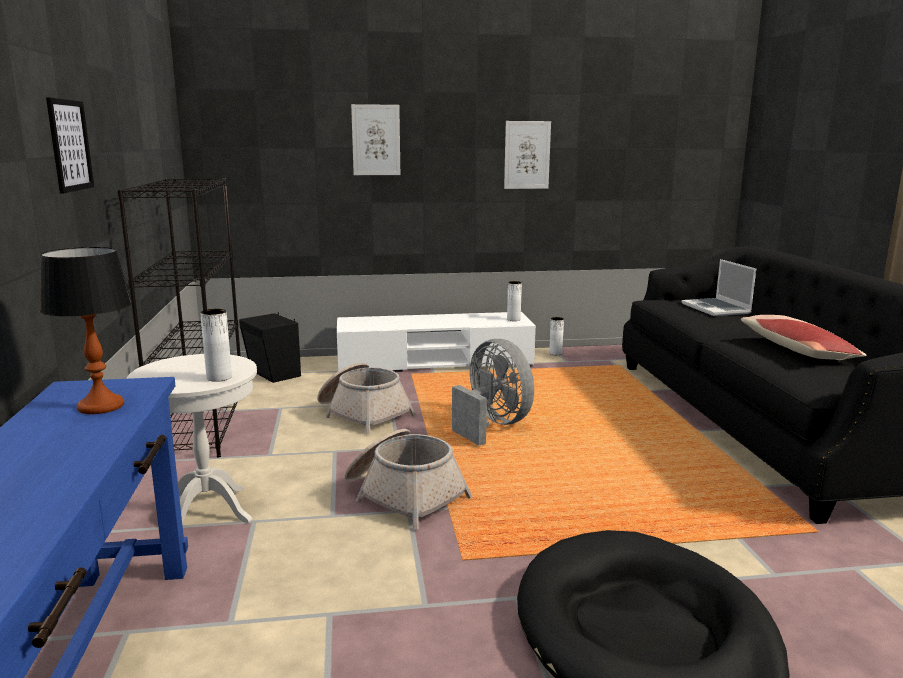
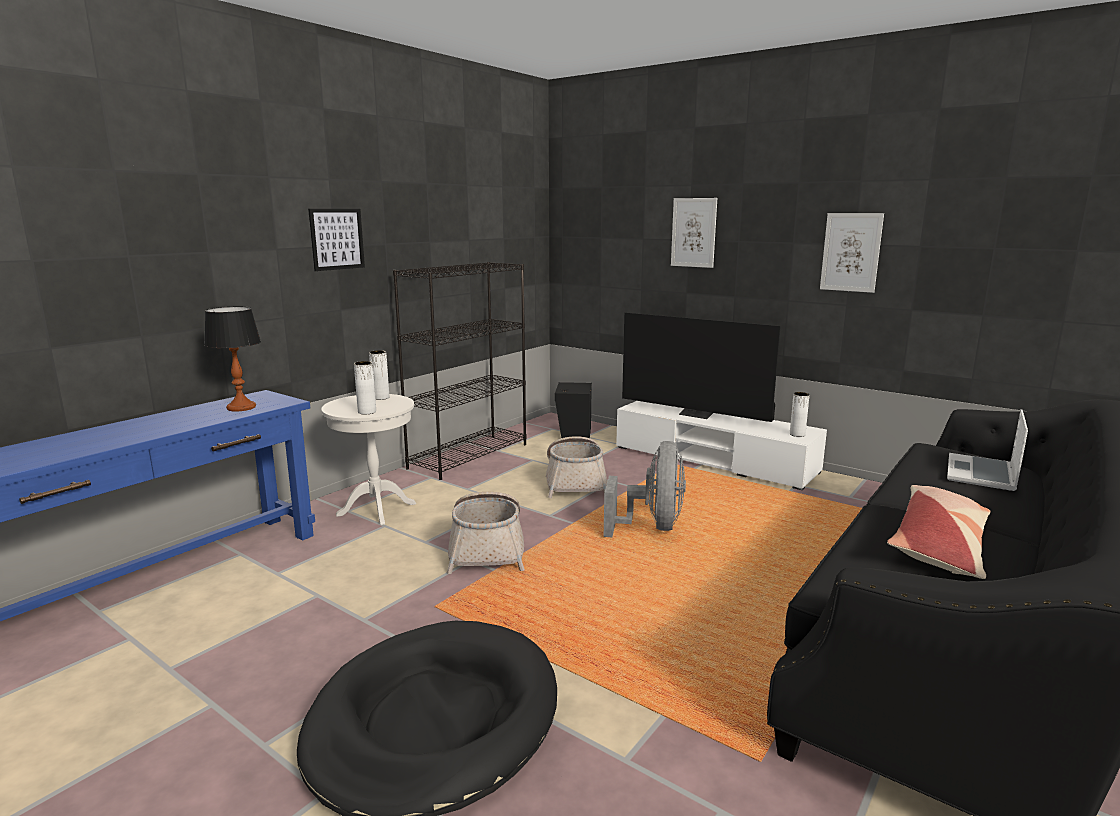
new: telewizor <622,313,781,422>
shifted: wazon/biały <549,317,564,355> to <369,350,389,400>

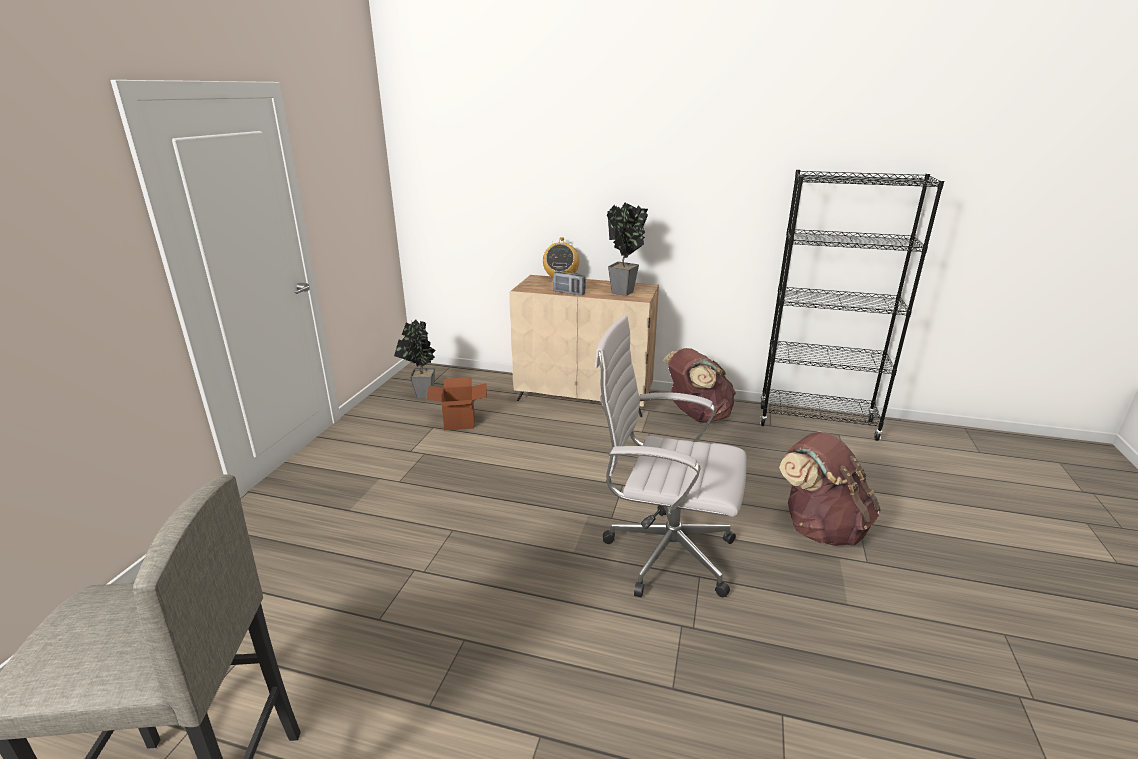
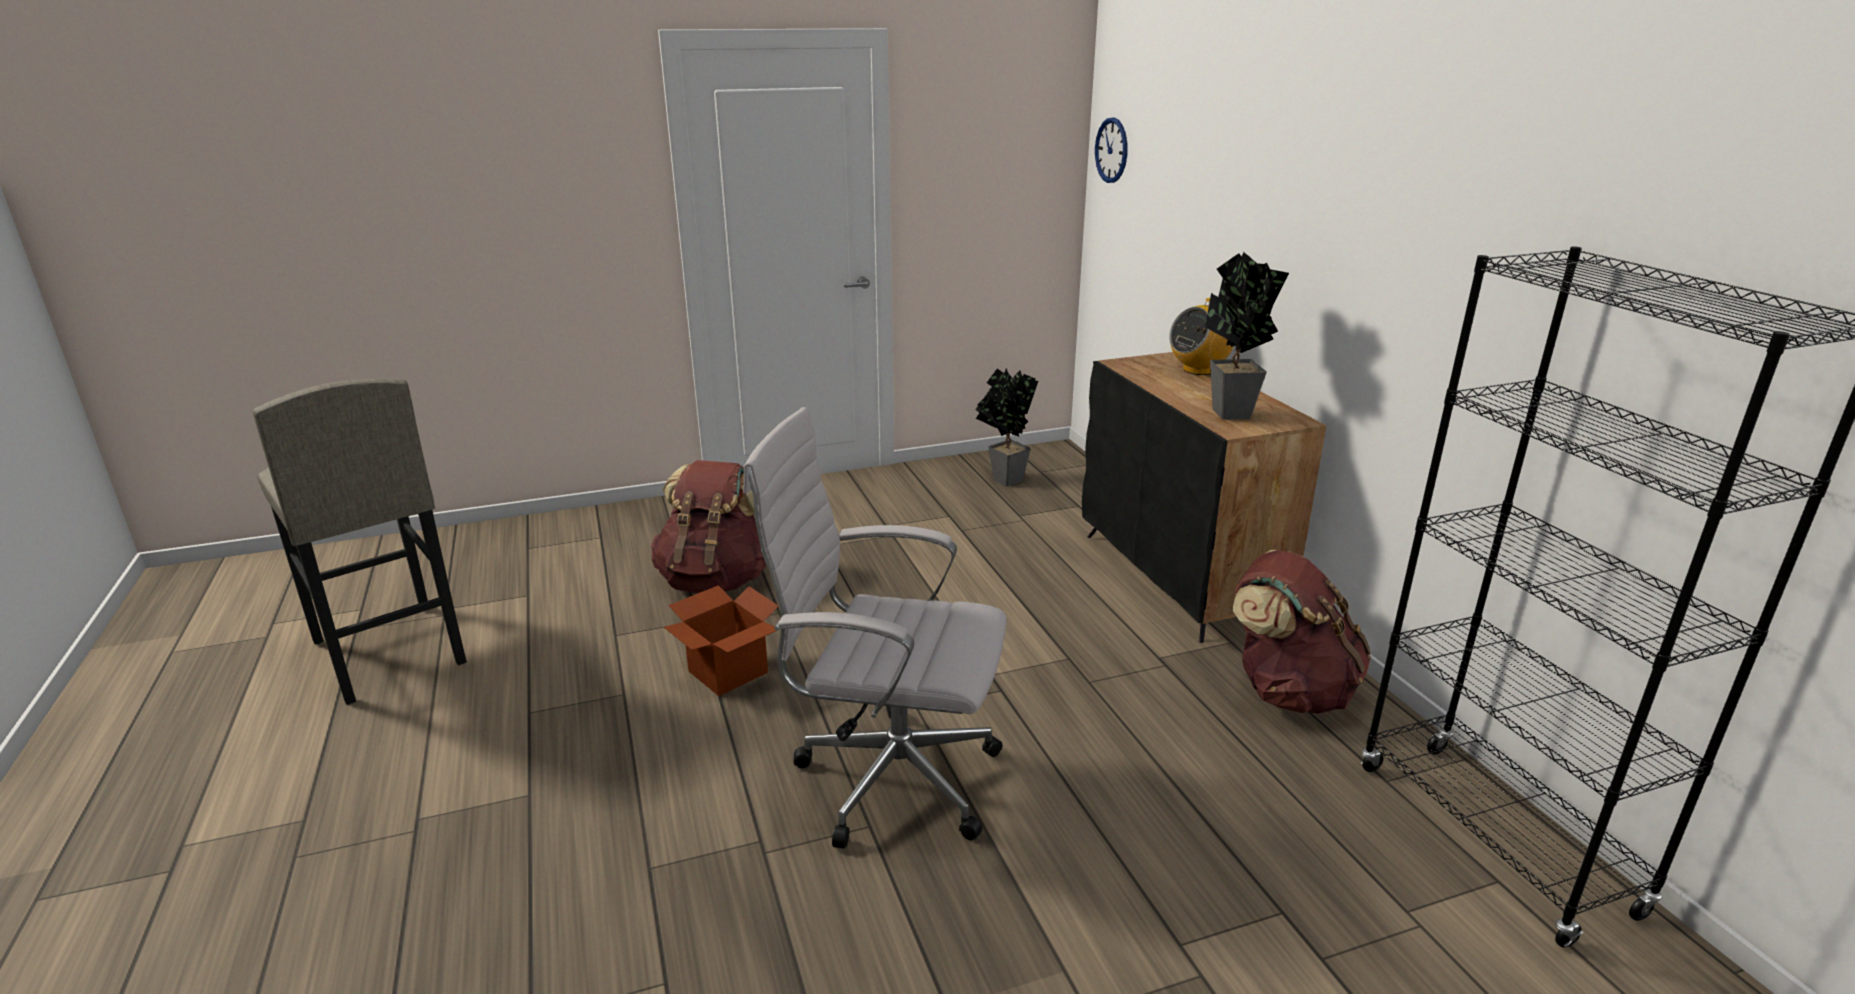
gone: radio <553,271,586,295>
new: zegar ścienny <1095,117,1128,183>
shifted: plecak/brązowy <779,431,881,546> to <651,460,766,593>; karton <426,377,487,430> to <664,585,780,696>
repainted: szafka/beżowy <509,275,659,417> to szafka/czarny <1082,352,1326,643>
rotated: krzesło biurowe/biały <595,315,747,597> = <743,407,1007,849> 60 degrees counterclockwise

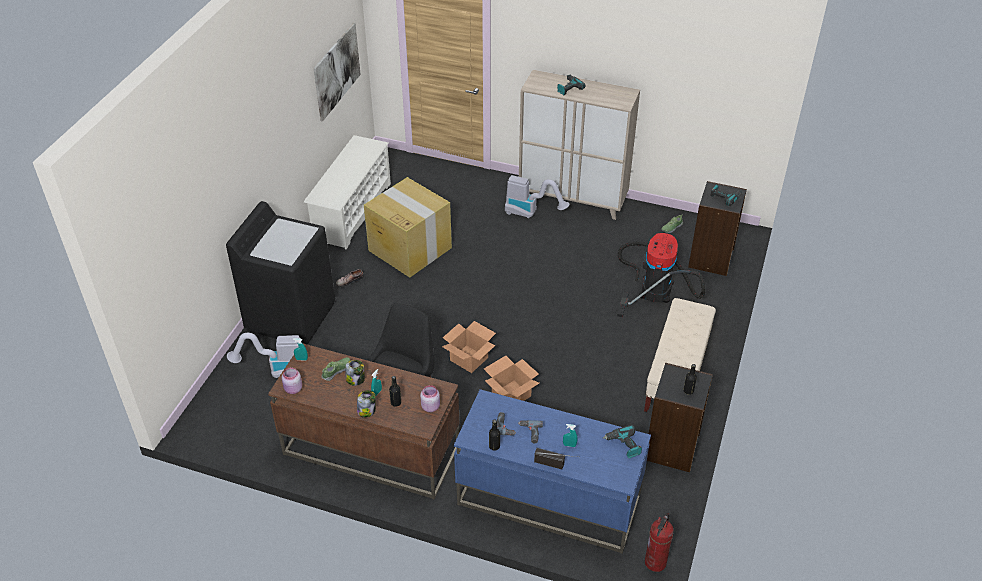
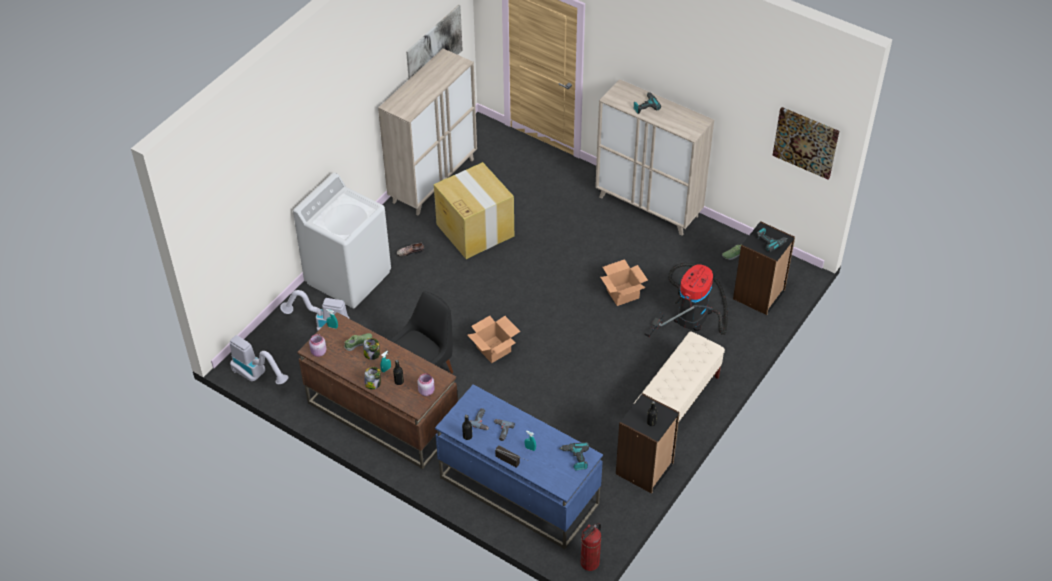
new: obraz <772,107,839,179>
shifted: odkurzacz <505,175,569,218> to <230,335,288,384>; karton <484,356,539,401> to <600,259,648,306>
swapped: regał na buty/biały <304,135,391,250> to szafka/beżowy <378,49,477,216>
repainted: pralka/czarny <226,201,335,345> to pralka/biały <293,172,391,308>

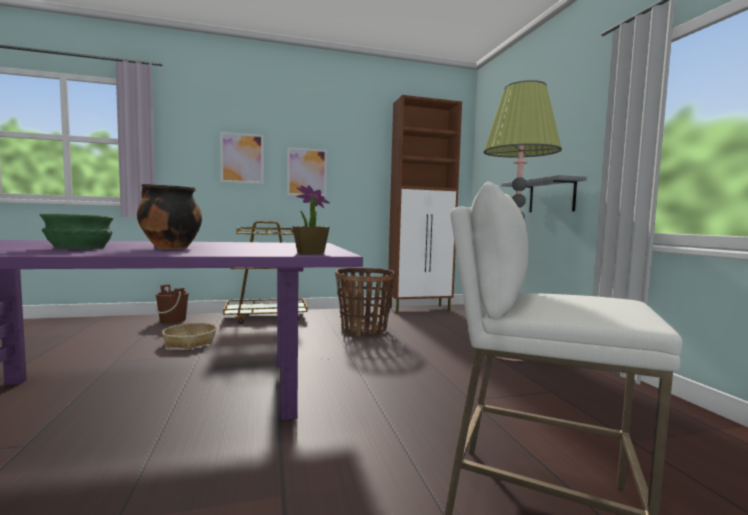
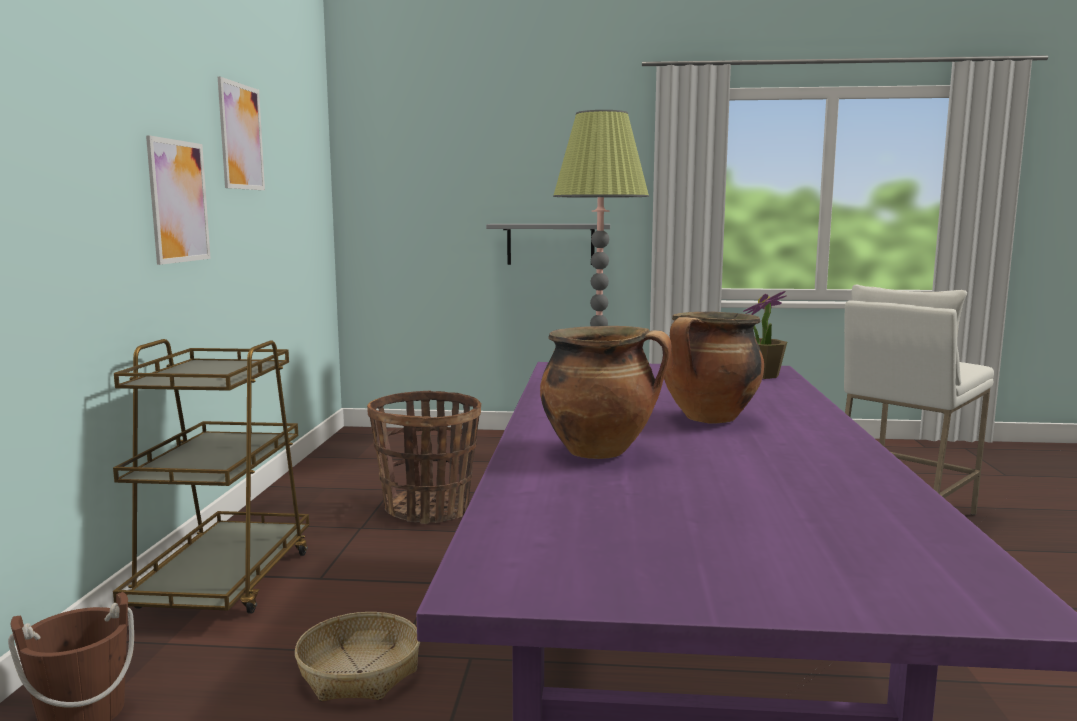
gone: miska/zielony <40,213,114,249>; szafka/brązowy <388,95,462,313>
new: garnek <540,326,672,459>
shifted: obraz <220,132,263,184> to <218,77,265,190>

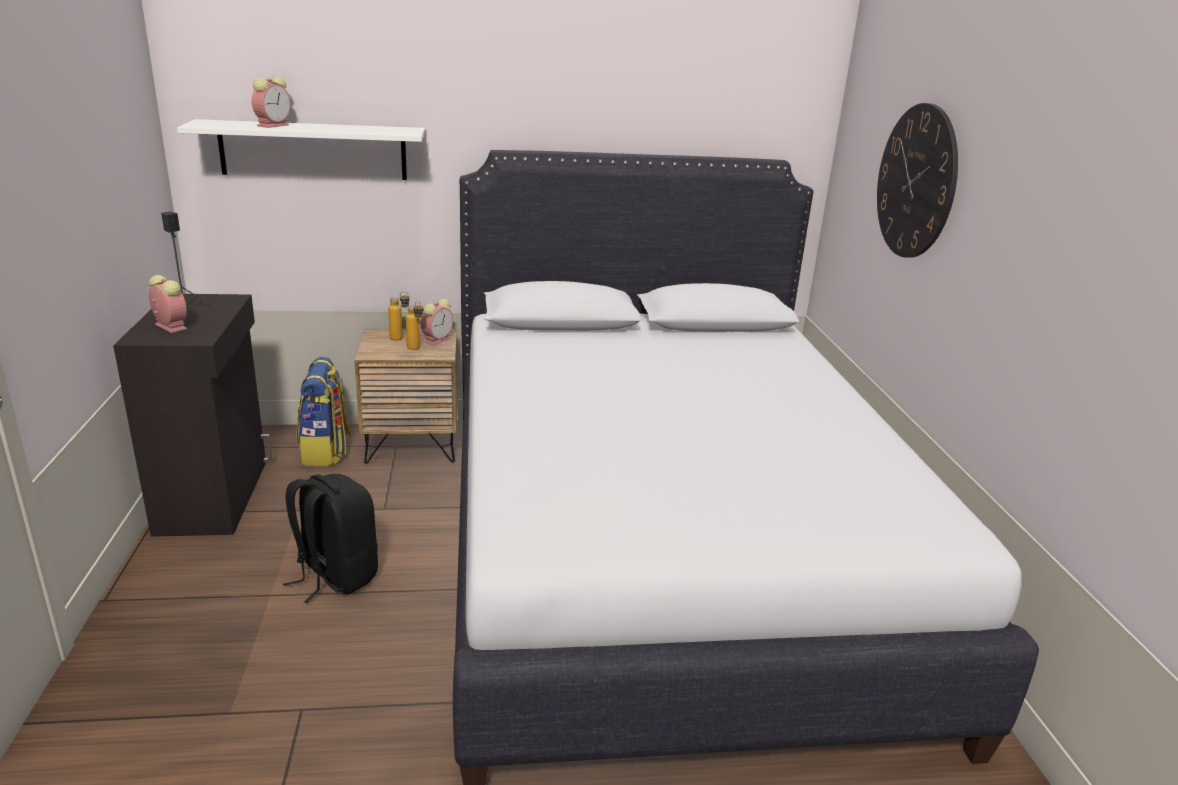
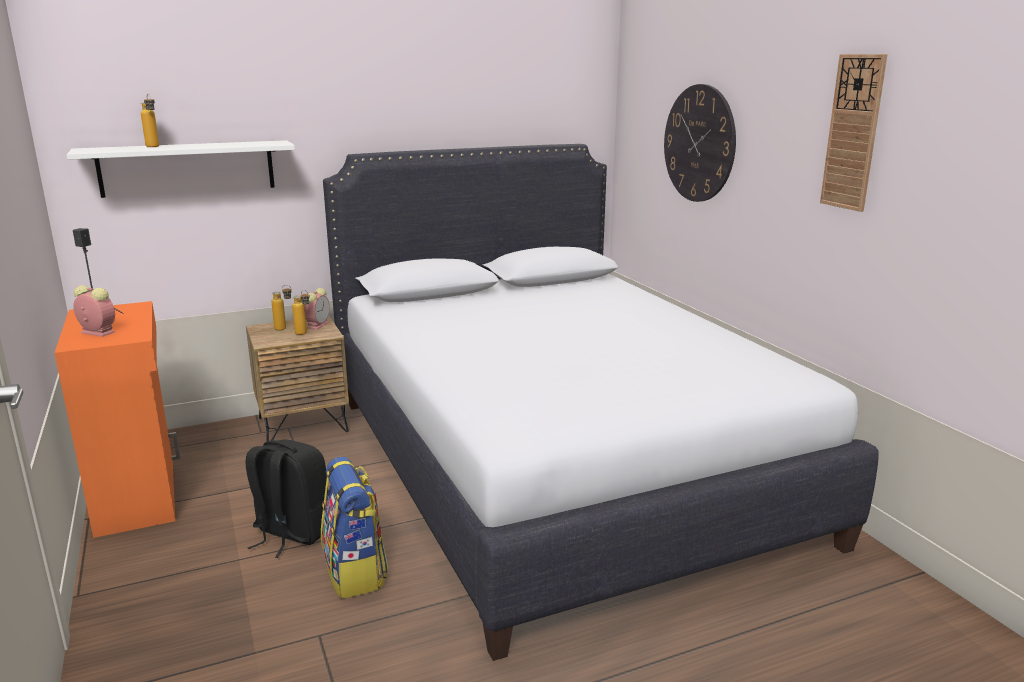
new: zegar ścienny <820,54,888,212>
shifted: plecak <297,357,351,466> to <321,457,389,599>
swapped: budzik <252,77,291,128> to butelka <141,93,159,147>
repainted: szafka/czarny <113,294,273,537> to szafka/pomarańczowy <55,301,180,538>

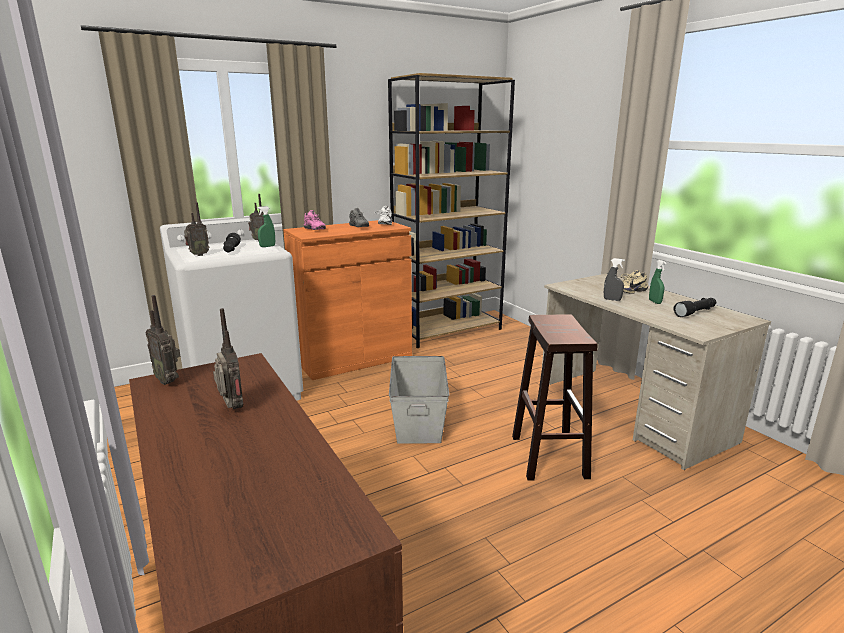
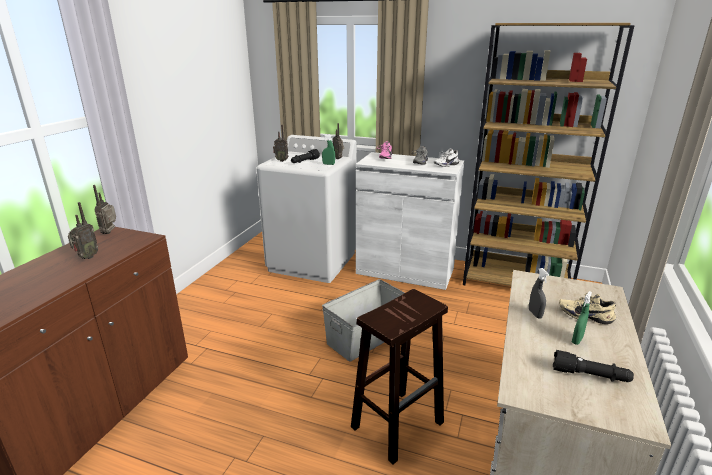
repainted: szafka/pomarańczowy <283,220,412,380> to szafka/biały <356,152,464,290>

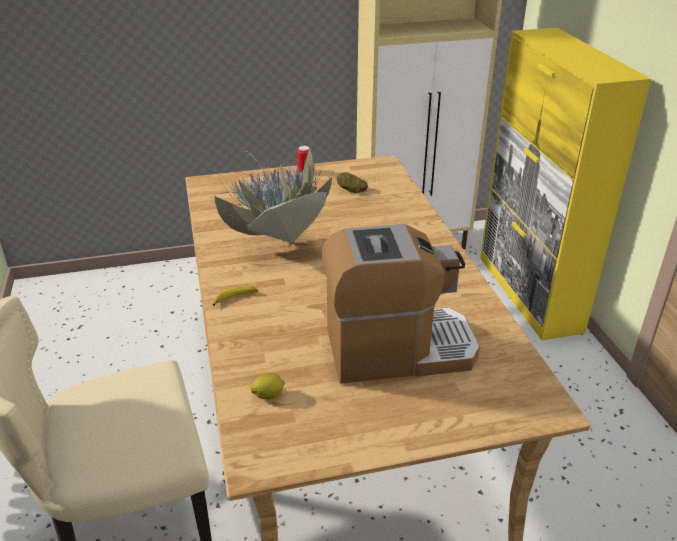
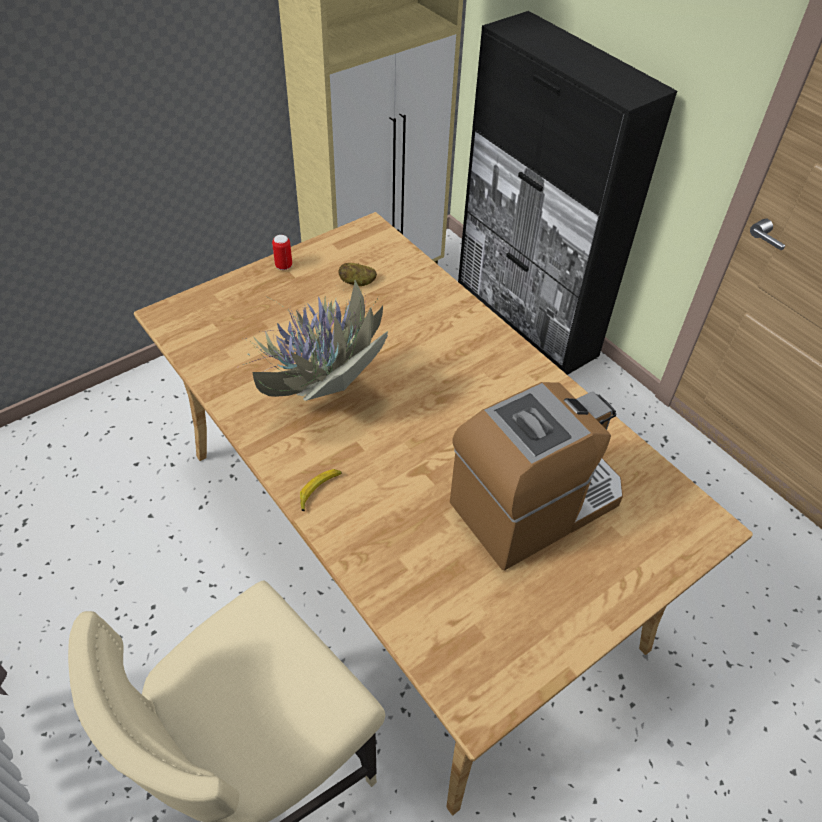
gone: cytryna <250,373,285,399>
repainted: szafka/żółty <480,28,651,340> to szafka/czarny <458,11,677,375>

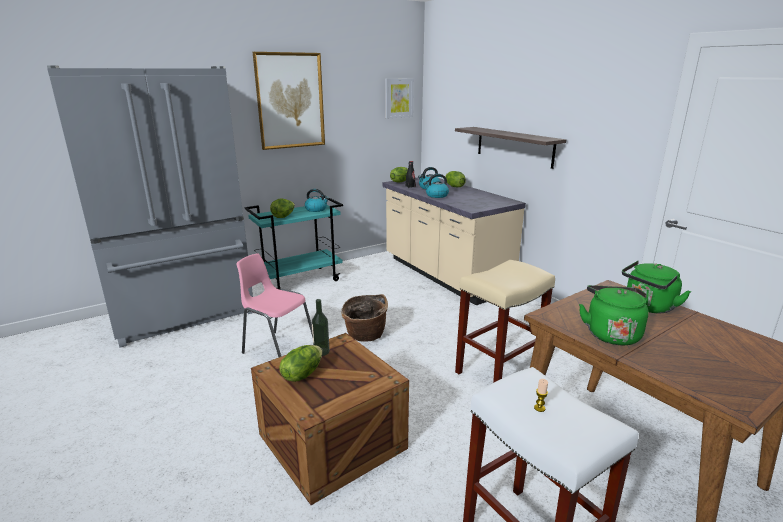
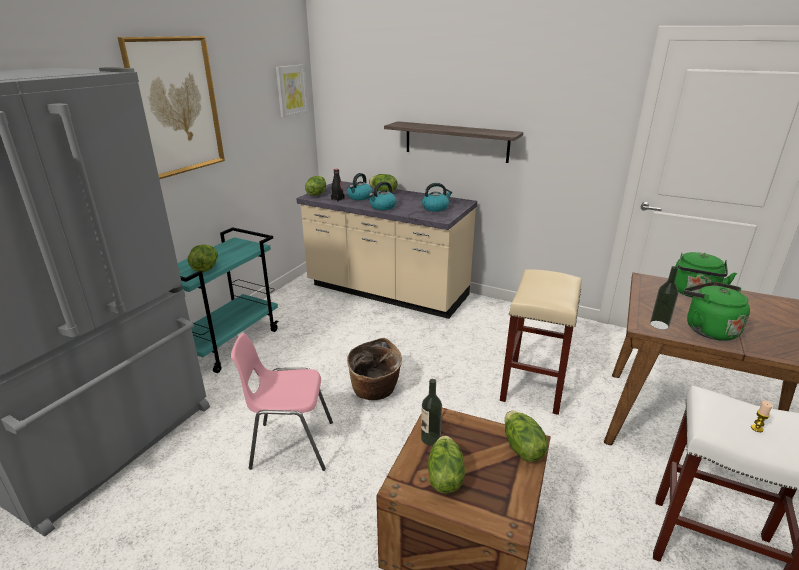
new: sałata <505,411,548,462>; butelka <650,266,679,330>
shifted: czajnik <305,189,329,212> to <422,183,452,212>

